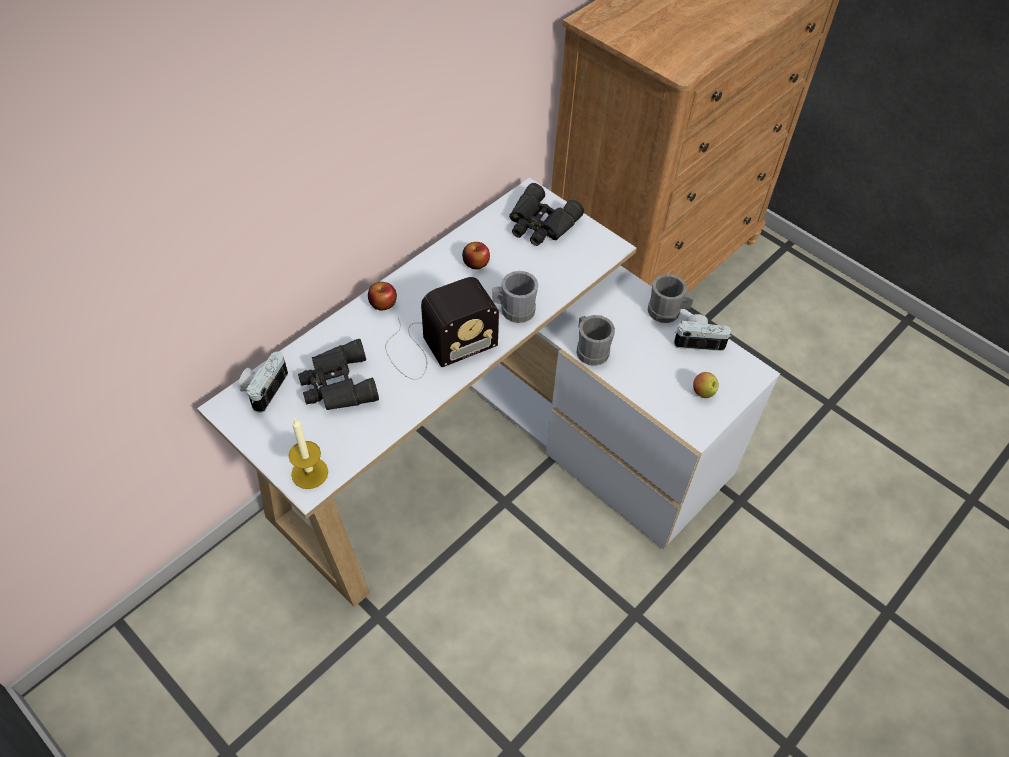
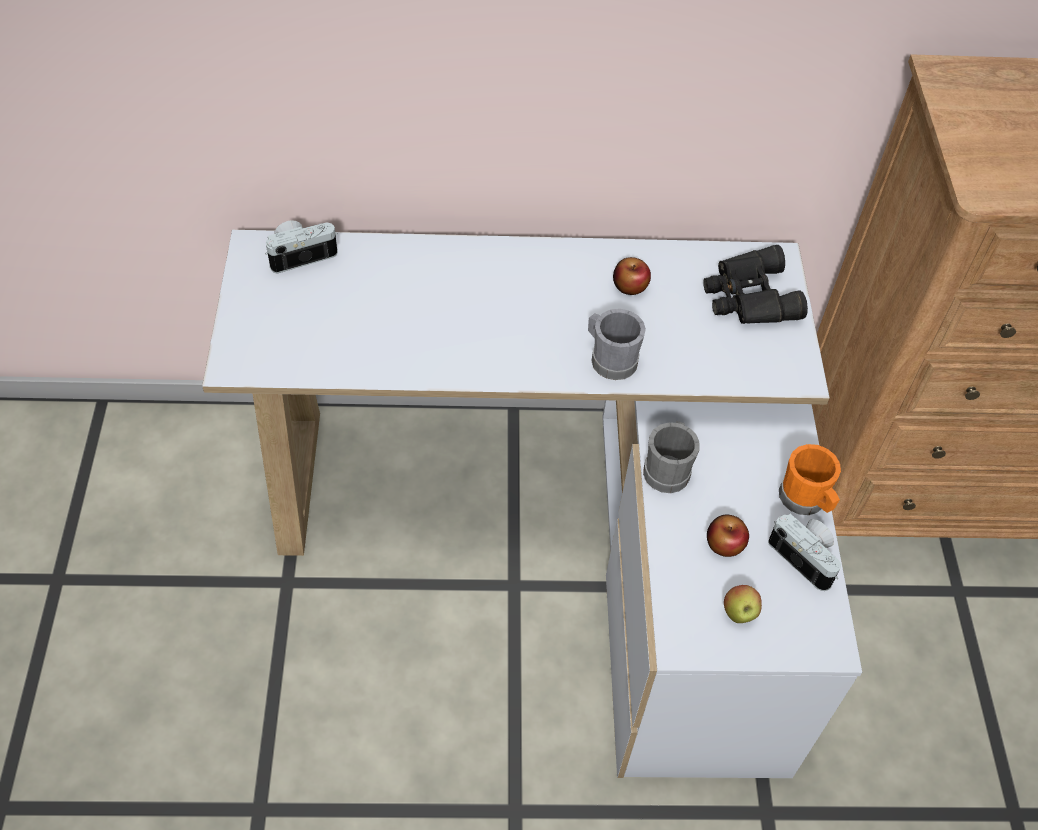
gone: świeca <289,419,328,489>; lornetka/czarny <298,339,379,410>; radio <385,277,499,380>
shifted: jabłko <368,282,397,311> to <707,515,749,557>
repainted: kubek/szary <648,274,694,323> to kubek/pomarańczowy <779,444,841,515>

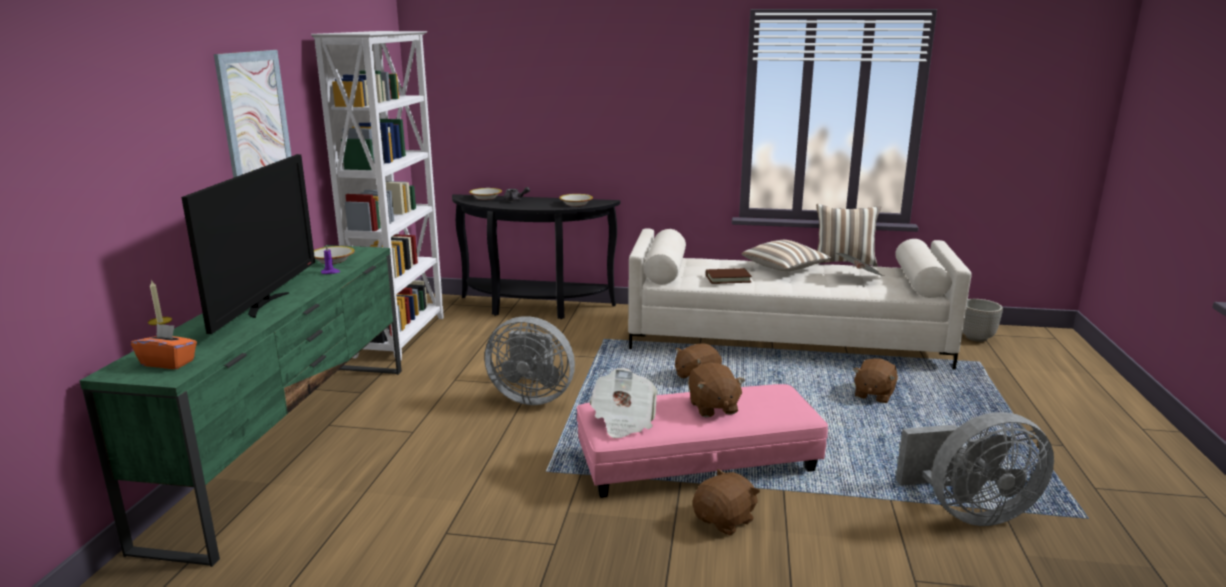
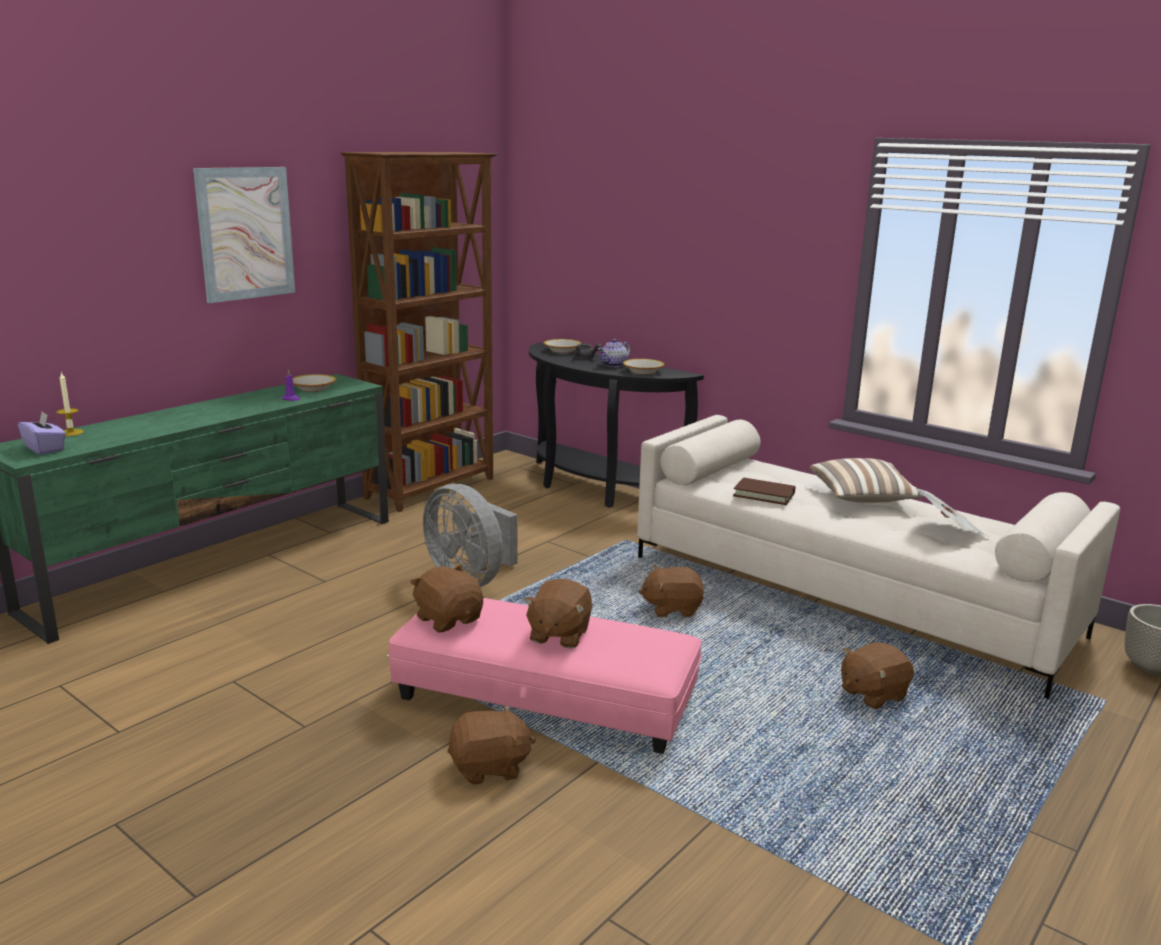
gone: telewizor <181,154,315,334>; poduszka <816,204,881,267>; wentylator/szary <896,412,1054,526>
new: imbryk <598,339,631,367>
swapped: gazeta <590,368,658,438> to pluszak/brązowy <410,565,483,633>
repainted: pudełko chusteczek/pomarańczowy <131,323,197,369> to pudełko chusteczek/fioletowy <18,412,66,455>; regał/biały <311,31,444,360> to regał/brązowy <340,152,497,512>

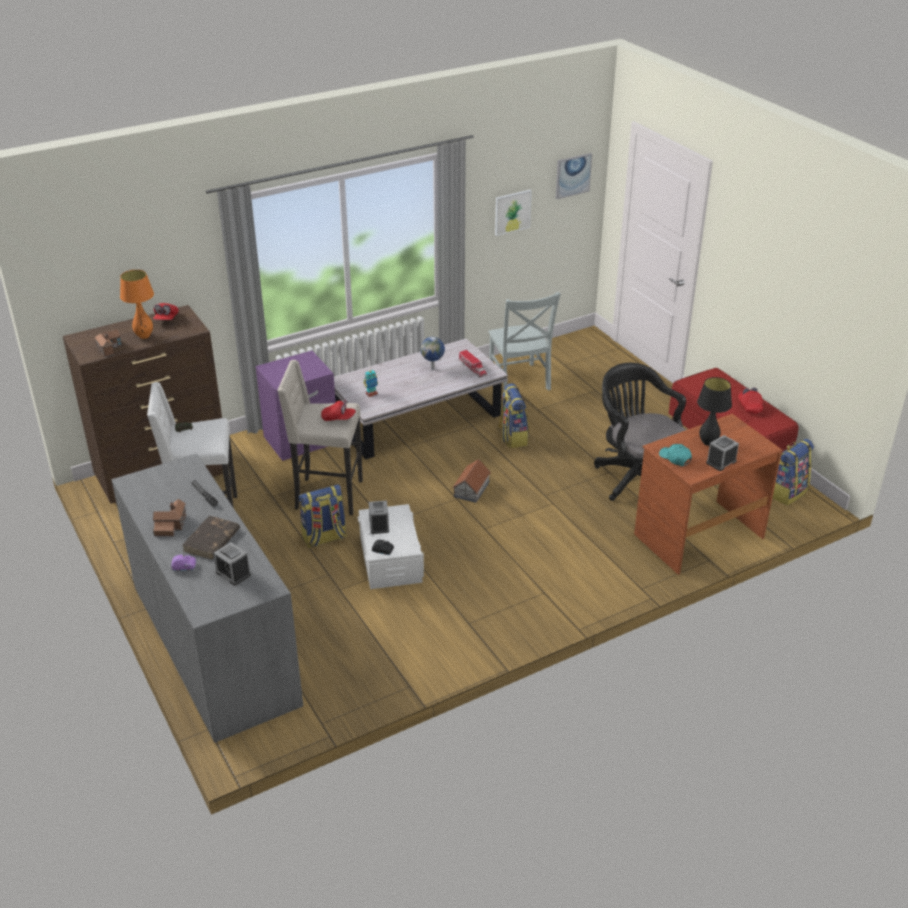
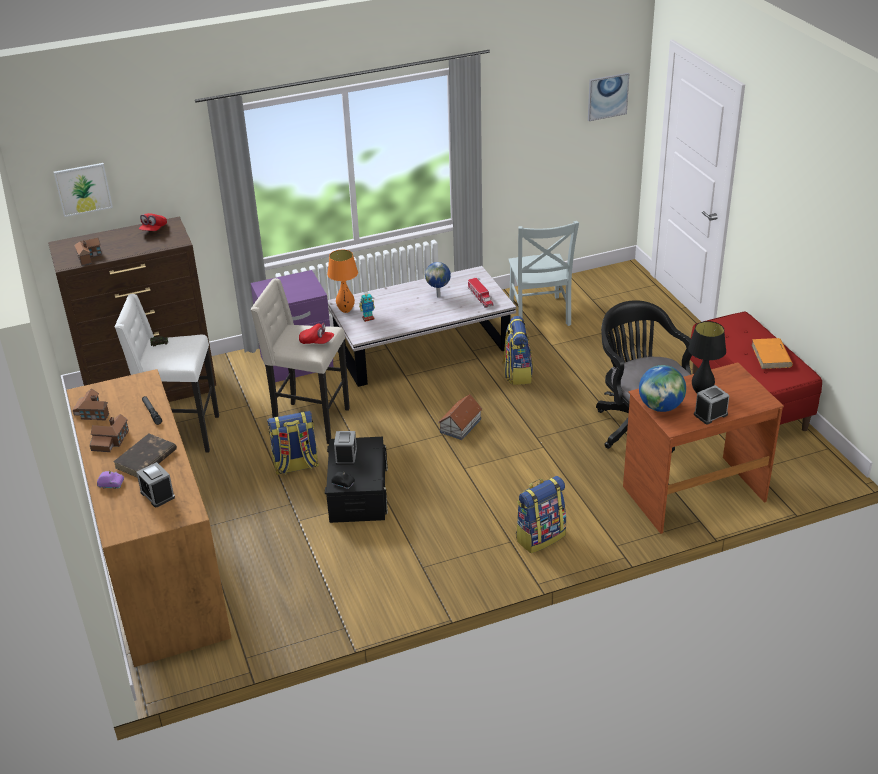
new: domek <73,389,109,421>
shifted: obraz <495,190,532,236> to <54,163,113,217>; lampa stołowa/pomarańczowy <120,270,154,339> to <327,250,358,313>; plecak <772,439,814,505> to <516,476,566,553>
swapped: czapka z daszkiem/turkusowy <659,444,692,466> to globus <639,365,686,412>; czapka z daszkiem/czerwony <738,387,763,414> to książka/pomarańczowy <752,338,793,369>
repainted: komoda/szary <112,454,303,743> to komoda/brązowy <67,369,232,667>; pojemnik do przechowywania/biały <358,504,424,589> to pojemnik do przechowywania/czarny <325,437,388,523>

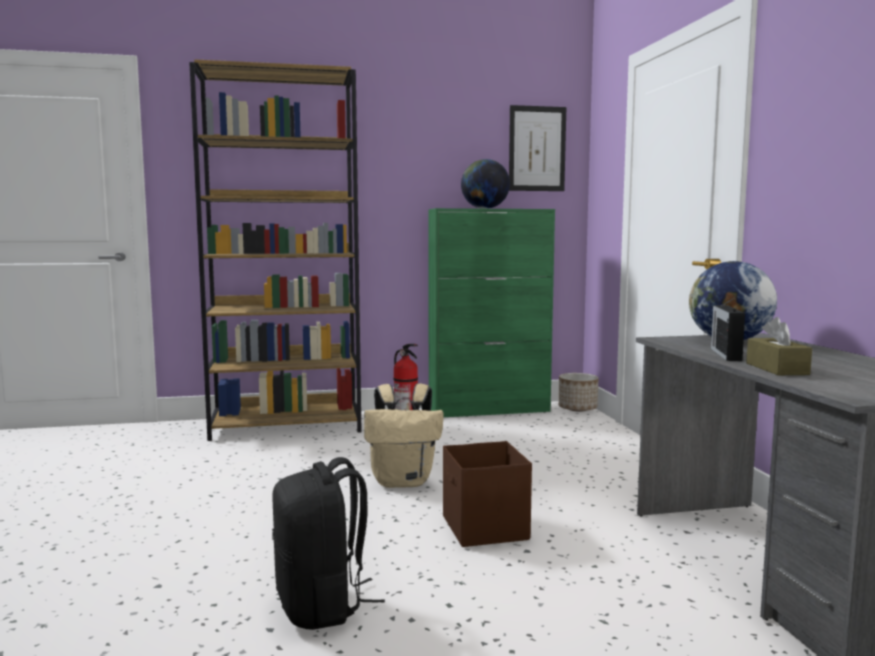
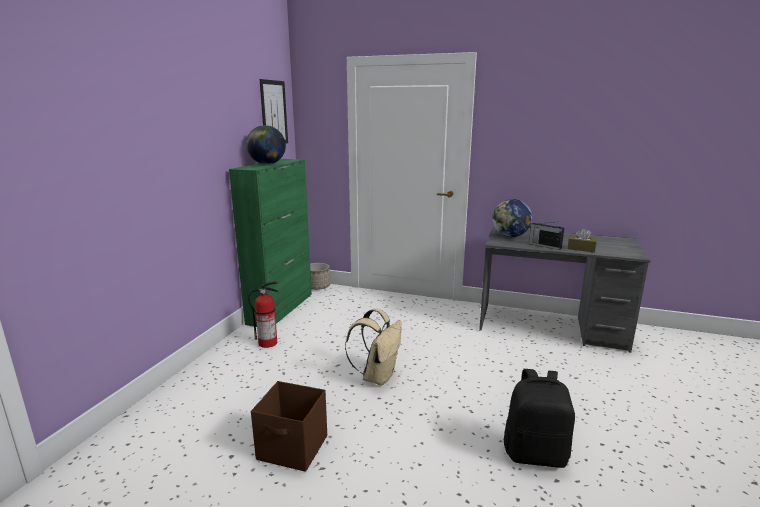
gone: regał/brązowy <189,59,362,441>
shifted: pojemnik do przechowywania/brązowy <443,441,532,547> to <251,381,327,472>

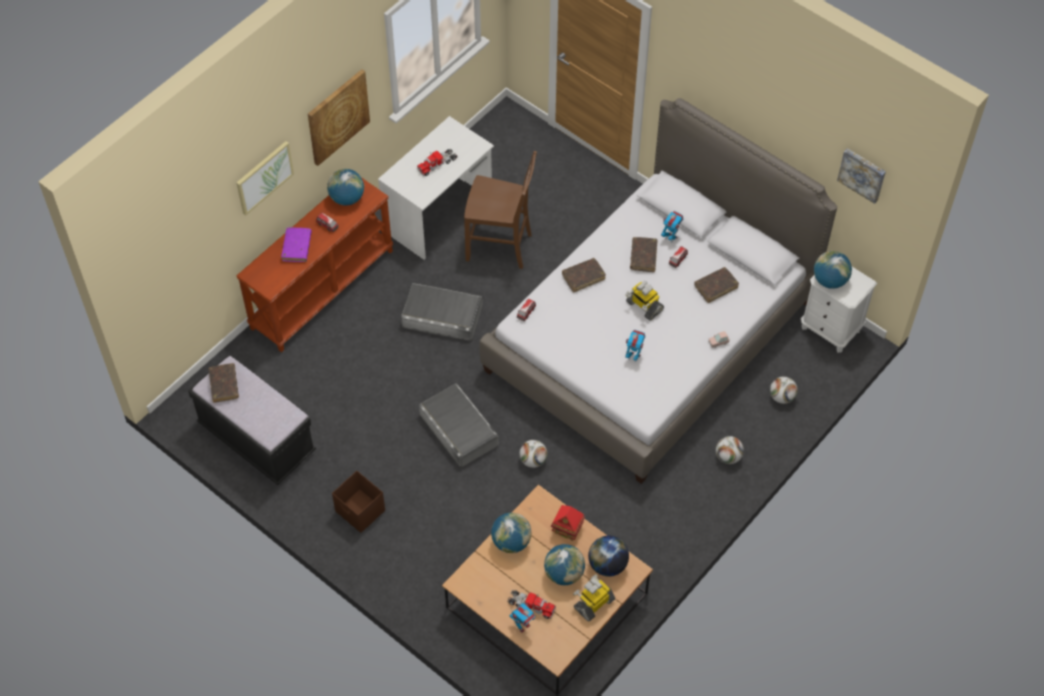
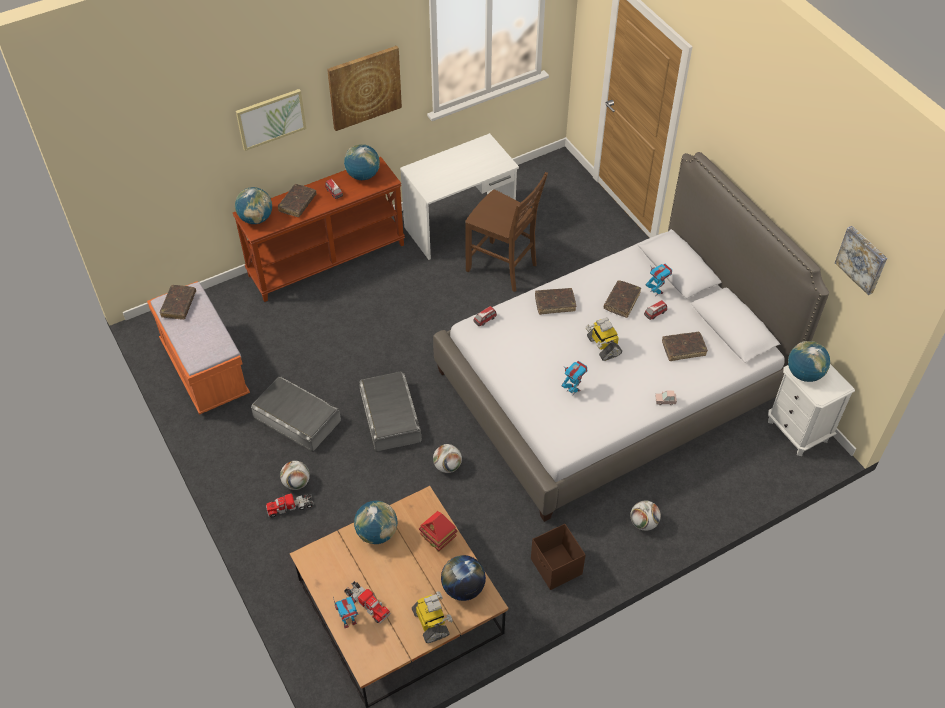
shifted: globus <544,544,585,585> to <235,187,272,224>; pojemnik do przechowywania/szary <401,283,482,341> to <251,377,341,452>; ciężarówka zabawkowa <417,148,457,176> to <266,493,314,517>; piłka futbolowa <770,376,798,404> to <280,461,310,490>; pojemnik do przechowywania/brązowy <332,471,385,533> to <531,524,586,590>
repainted: ławka/czarny <188,355,316,485> to ławka/pomarańczowy <147,281,250,415>; książka/fioletowy <281,227,312,262> to książka/brązowy <278,184,316,217>
rotated: robot zabawkowy <573,574,615,622> = <412,591,453,643> 90 degrees clockwise

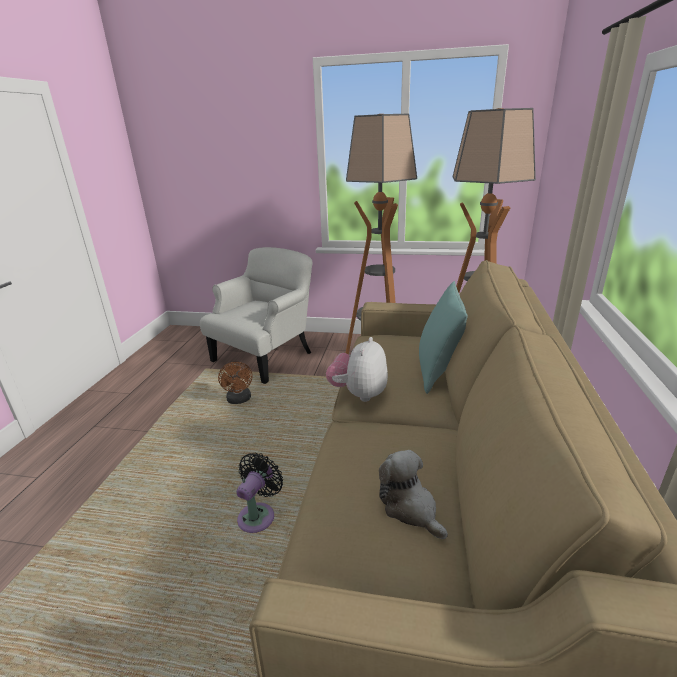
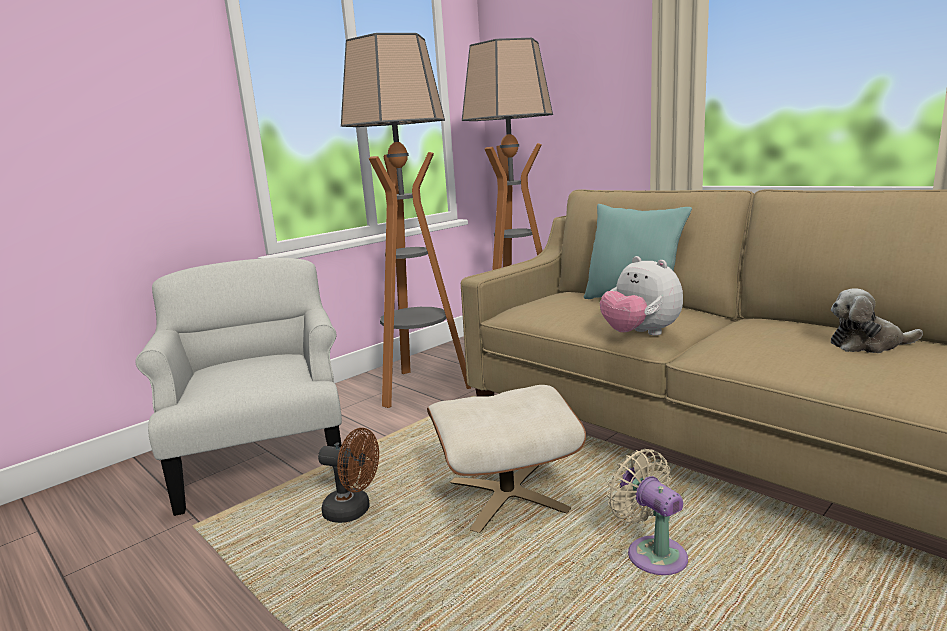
new: pufa/beżowy <427,385,586,533>
repainted: wentylator/czarny <236,453,283,533> to wentylator/beżowy <607,449,688,575>

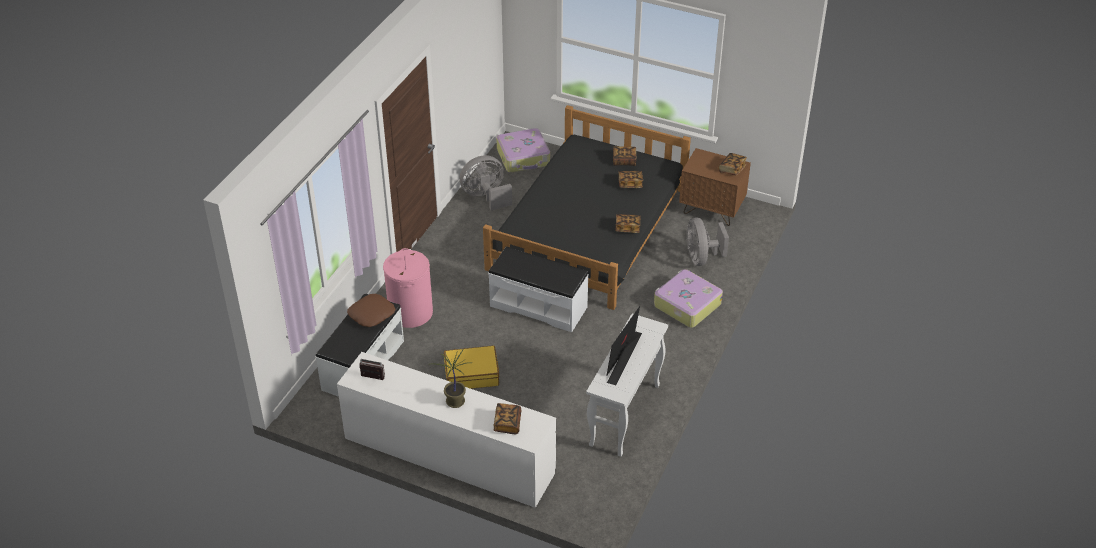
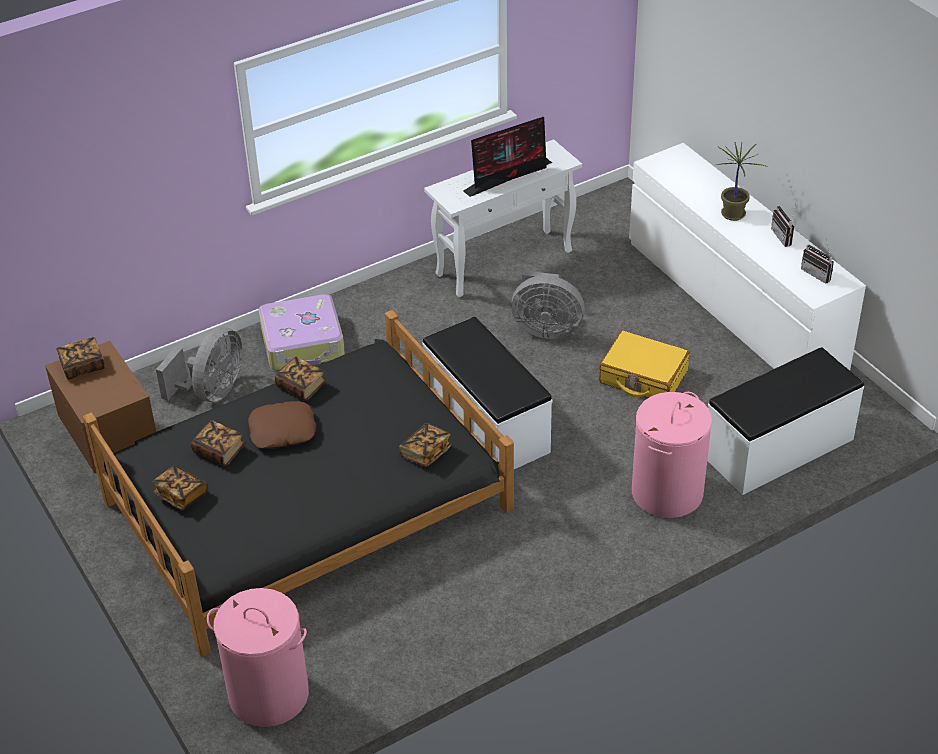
new: radio <771,203,796,247>
shifted: poduszka/brązowy <347,294,396,327> to <248,401,316,448>; książka <494,403,521,434> to <399,423,452,467>; wentylator/szary <460,155,512,211> to <511,271,585,339>
swapped: walizka <496,128,550,173> to kosz na pranie/różowy <207,588,309,727>

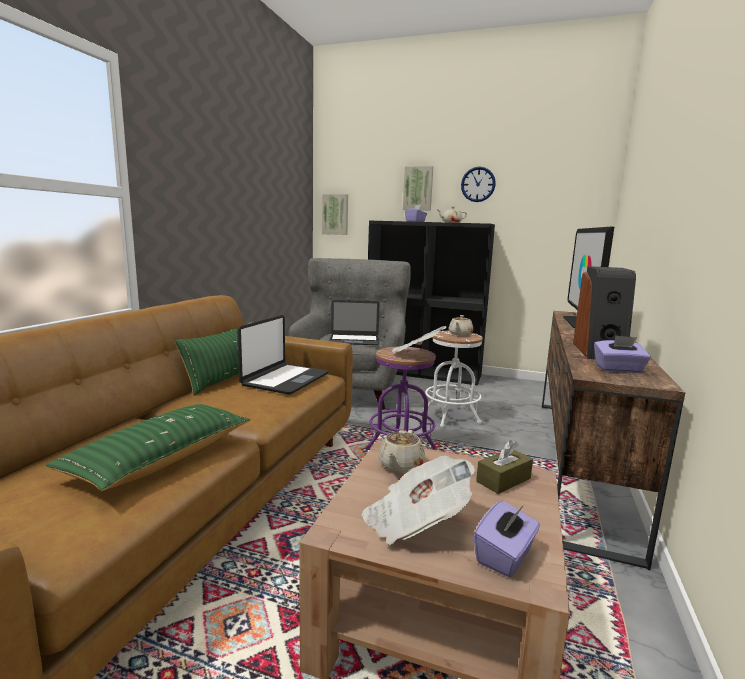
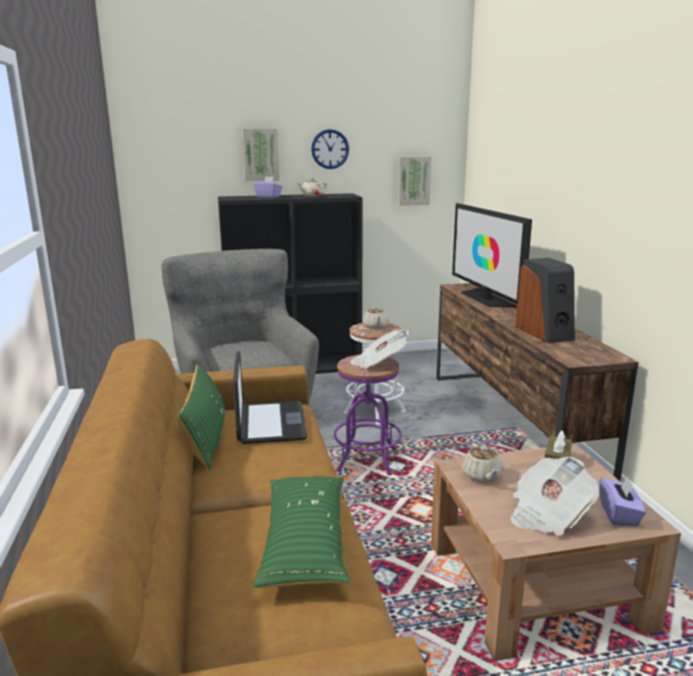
gone: laptop <329,300,379,345>; pudełko chusteczek/fioletowy <594,335,651,373>
shifted: obraz <322,194,348,235> to <398,156,431,206>

